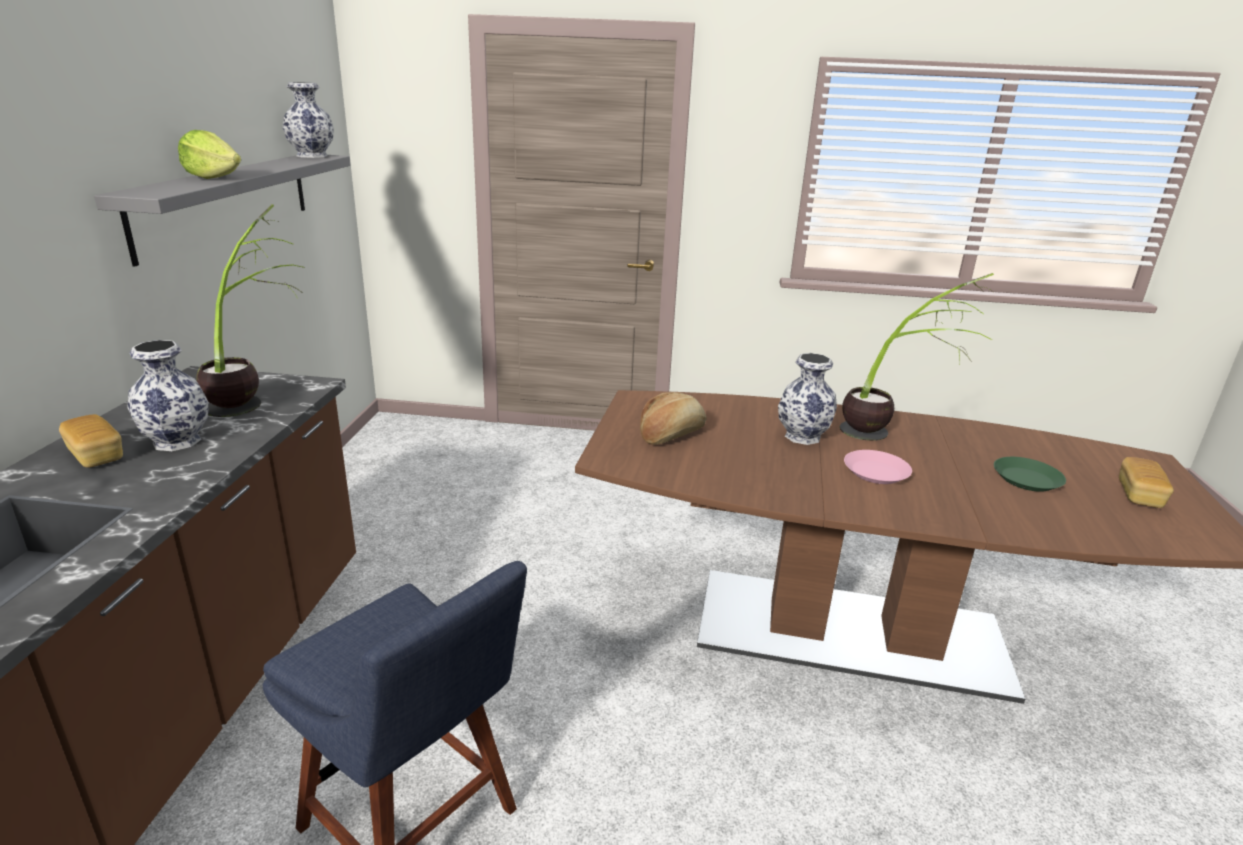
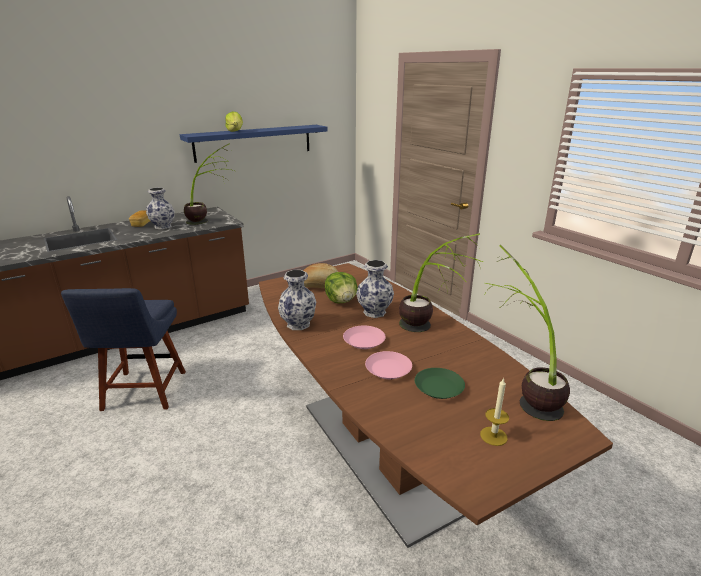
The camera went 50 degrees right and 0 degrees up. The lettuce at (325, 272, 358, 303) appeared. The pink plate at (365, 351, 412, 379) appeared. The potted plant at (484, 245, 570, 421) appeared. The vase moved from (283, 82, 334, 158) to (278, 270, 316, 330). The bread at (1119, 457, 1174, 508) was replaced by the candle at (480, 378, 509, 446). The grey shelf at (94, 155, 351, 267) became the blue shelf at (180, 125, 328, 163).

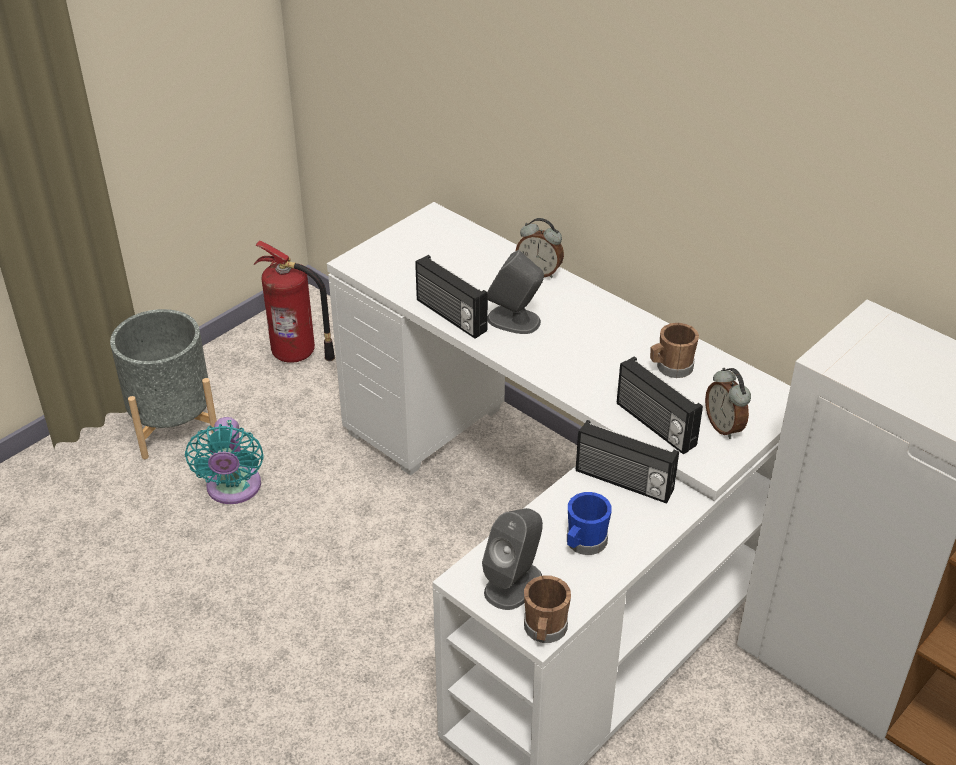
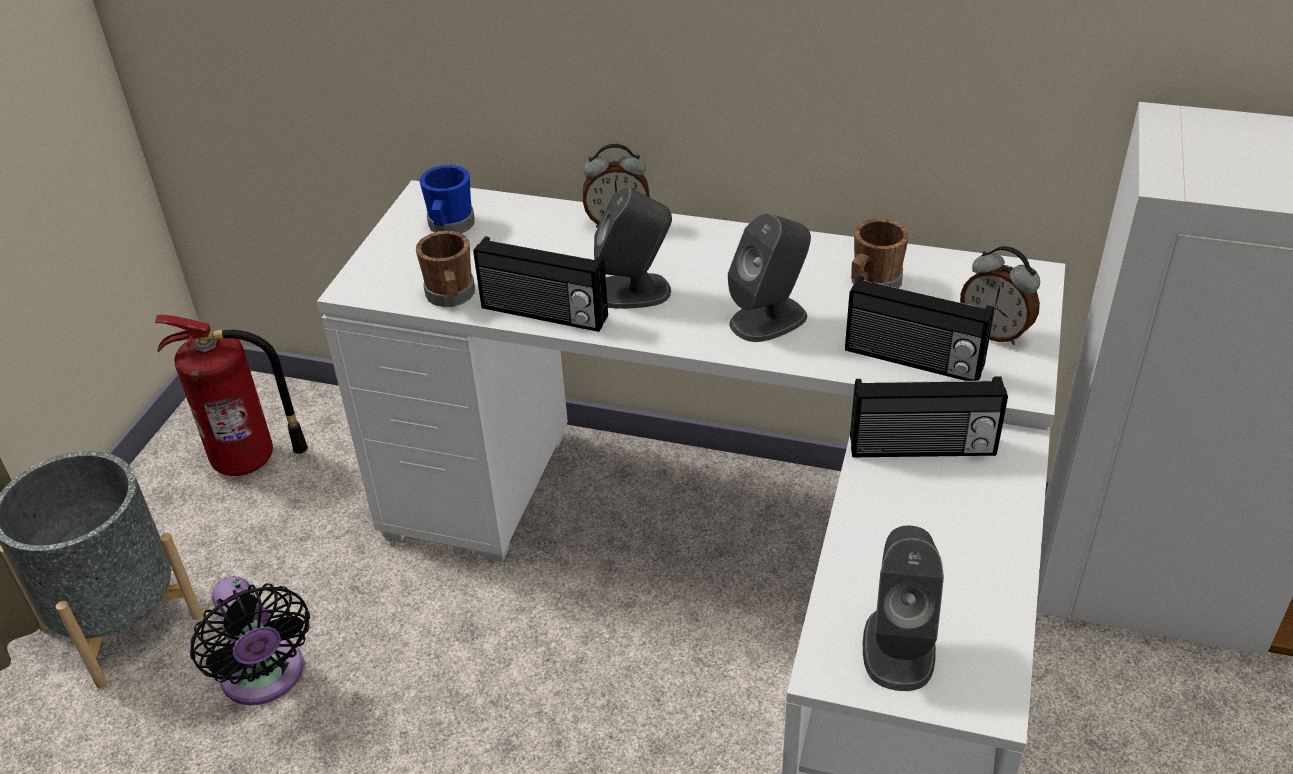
The camera went 25 degrees left and 0 degrees up. The grey speaker at (728, 213, 811, 342) appeared. The brown mug moved from (524, 576, 571, 643) to (416, 231, 475, 307). The blue mug moved from (567, 492, 612, 555) to (420, 165, 475, 234). The turquoise fan at (185, 417, 264, 504) became the black fan at (190, 576, 310, 705).

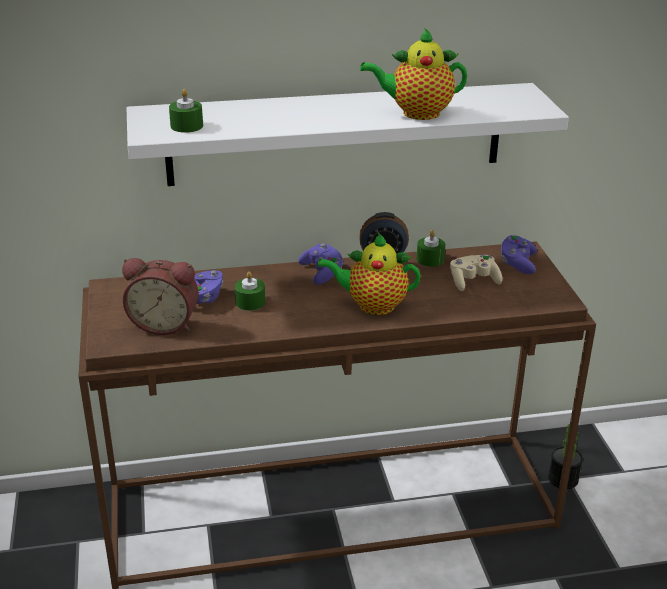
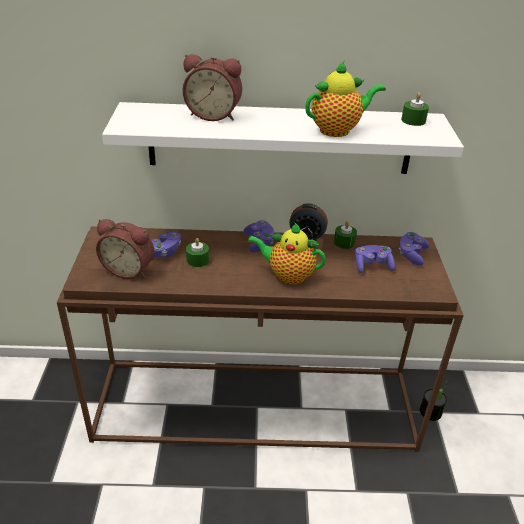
The camera went 10 degrees right and 5 degrees up. The alarm clock at (183, 54, 242, 121) appeared. The green candle moved from (169, 89, 203, 133) to (401, 93, 429, 126). The beige game controller at (450, 255, 503, 291) became the purple game controller at (355, 245, 395, 273). The teapot at (360, 28, 467, 120) turned 150 degrees clockwise.

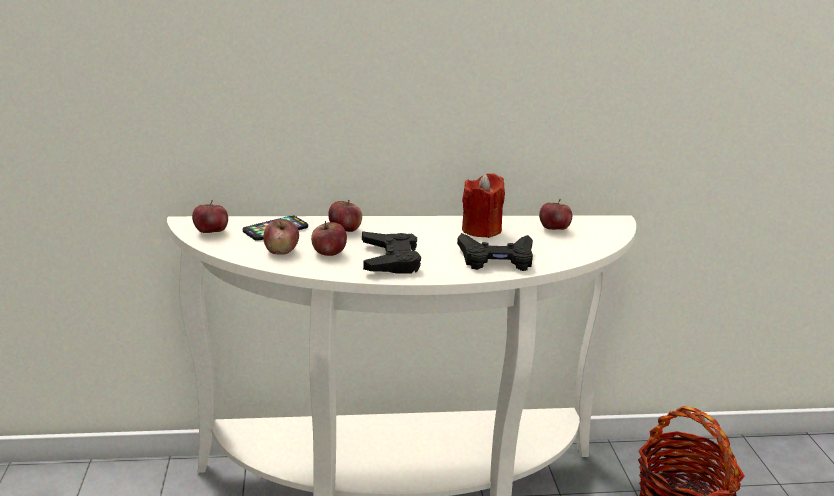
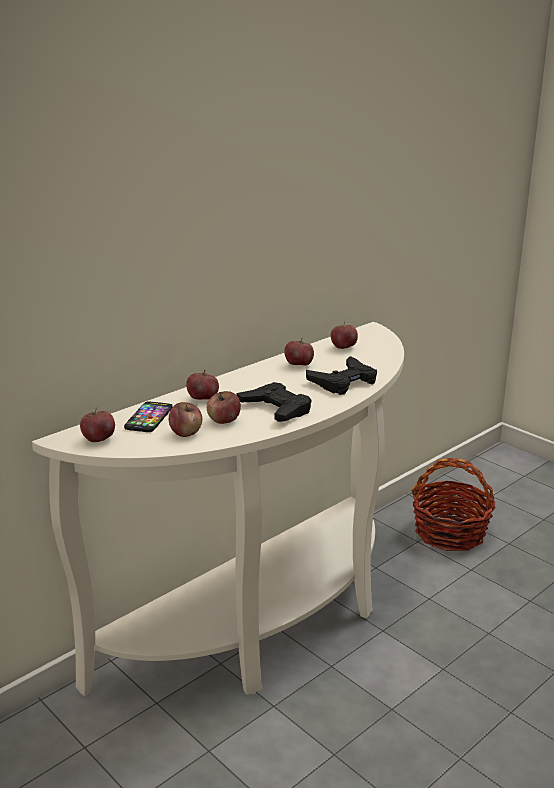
The camera went 35 degrees left and 0 degrees up. The red candle at (462, 173, 505, 238) was replaced by the apple at (284, 338, 314, 366).

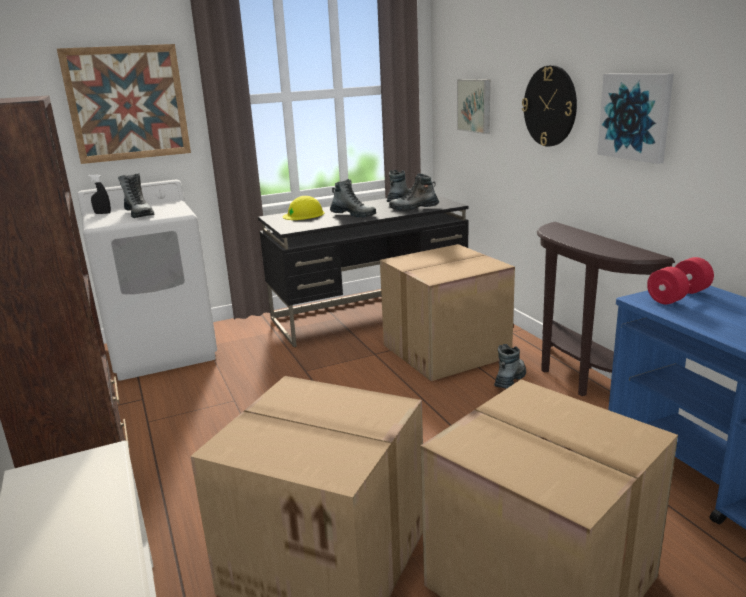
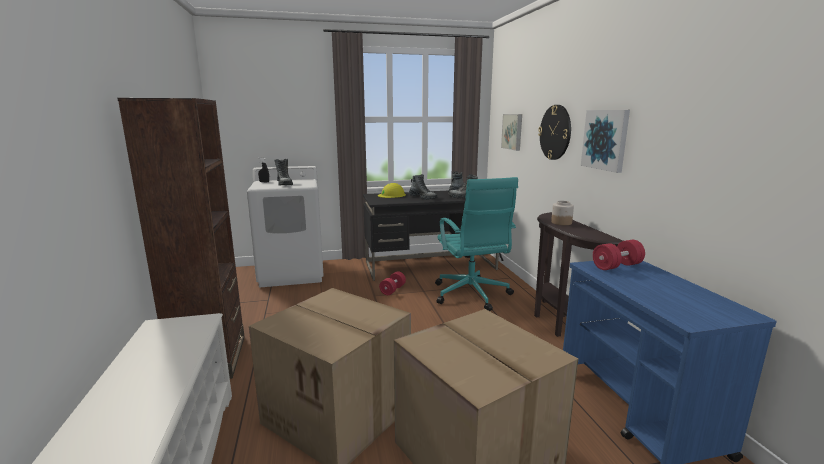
The camera went 10 degrees right and 5 degrees down. The picture at (57, 44, 191, 164) disappeared. The boot at (494, 344, 526, 389) disappeared. The red dumbbell at (379, 271, 406, 295) appeared. The jar at (551, 201, 574, 225) appeared. The cardboard box at (380, 244, 515, 381) was replaced by the turquoise office chair at (435, 177, 518, 311).

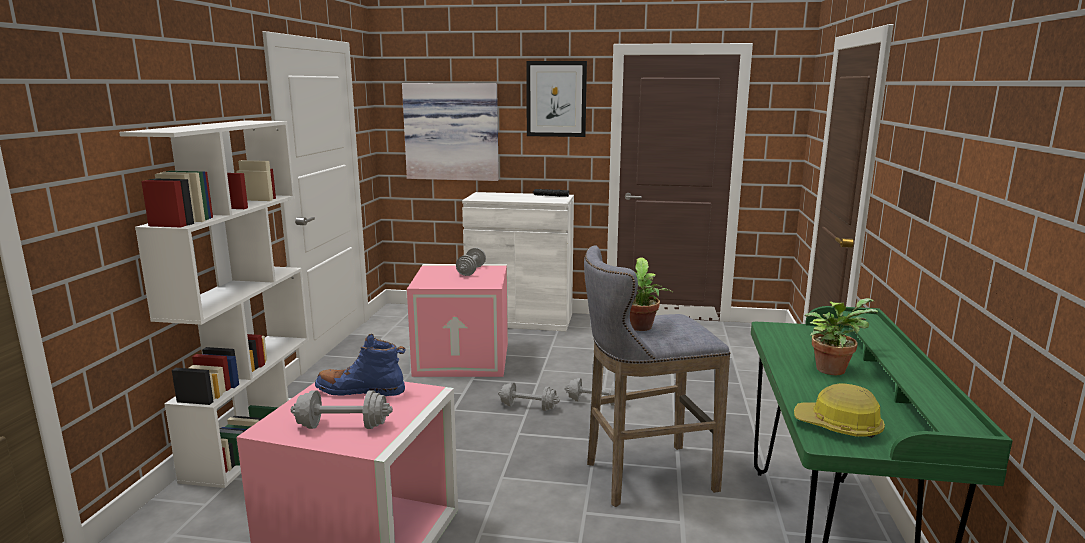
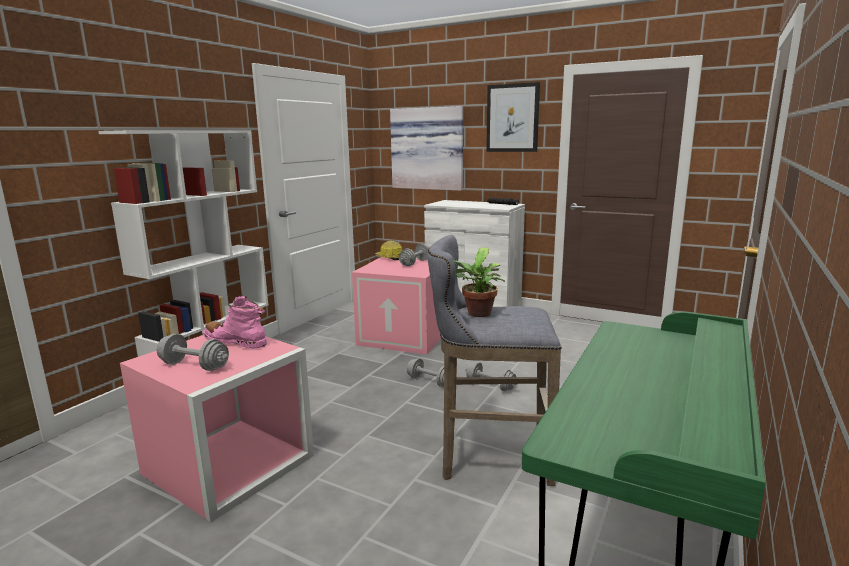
The camera went 20 degrees right and 0 degrees up. The potted plant at (804, 298, 878, 375) disappeared. The hard hat moved from (794, 384, 885, 438) to (375, 241, 402, 260). The blue boot at (315, 334, 406, 396) became the pink boot at (203, 295, 267, 349).

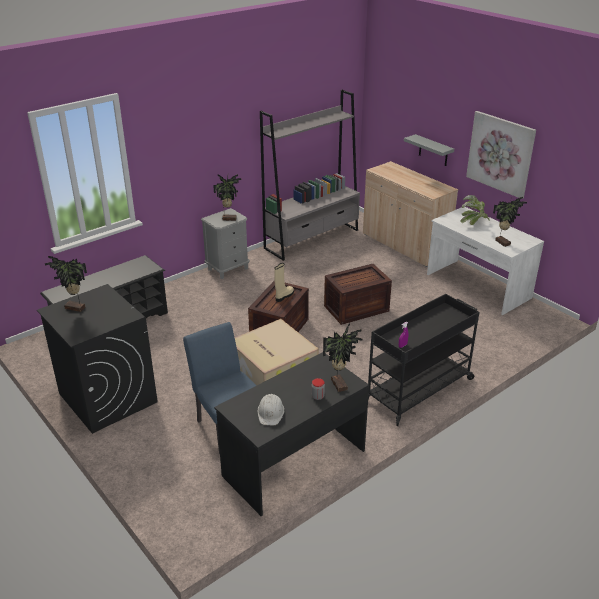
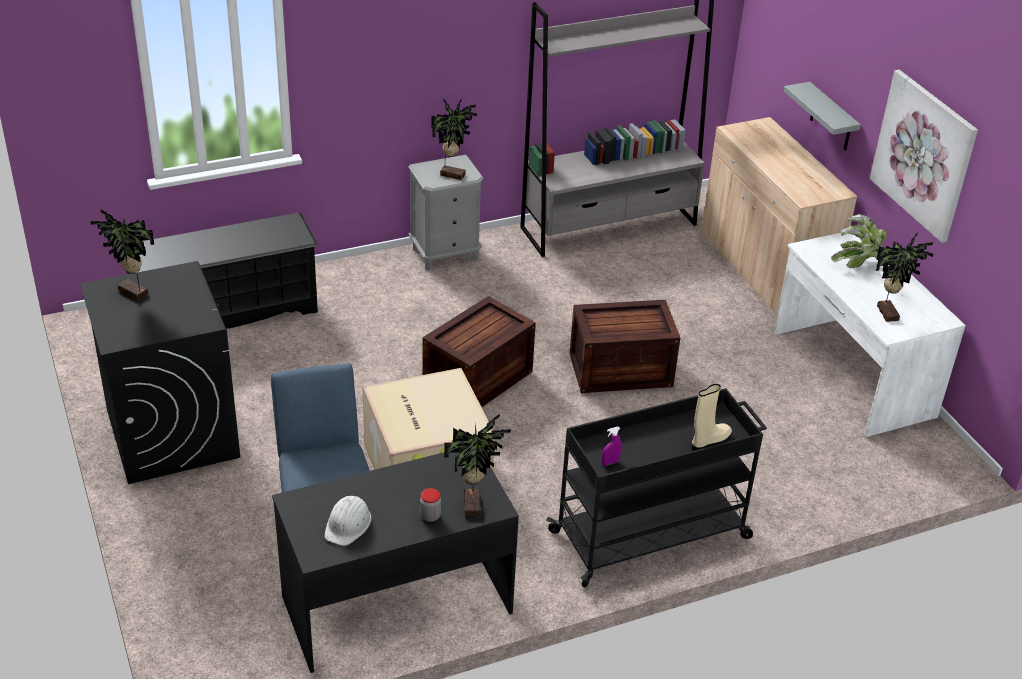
The camera went 15 degrees right and 5 degrees up. The beige boot moved from (274, 263, 294, 302) to (692, 384, 732, 451).

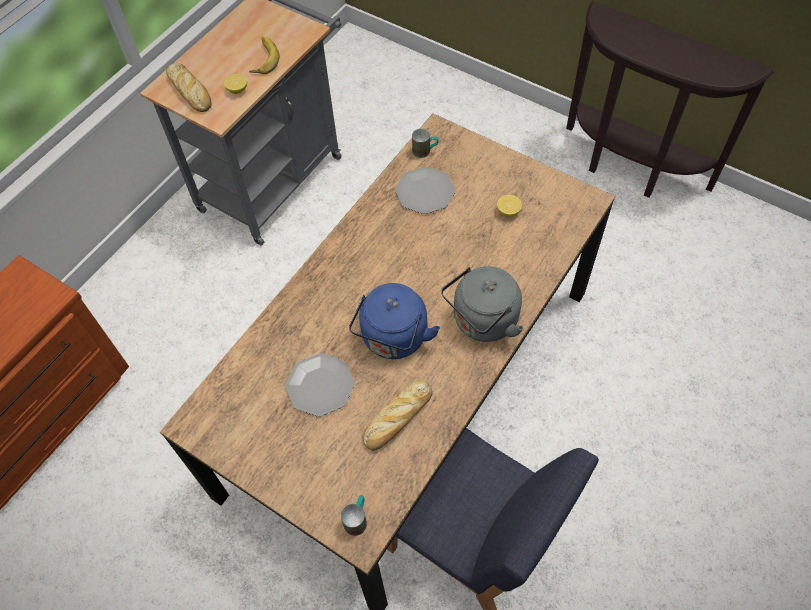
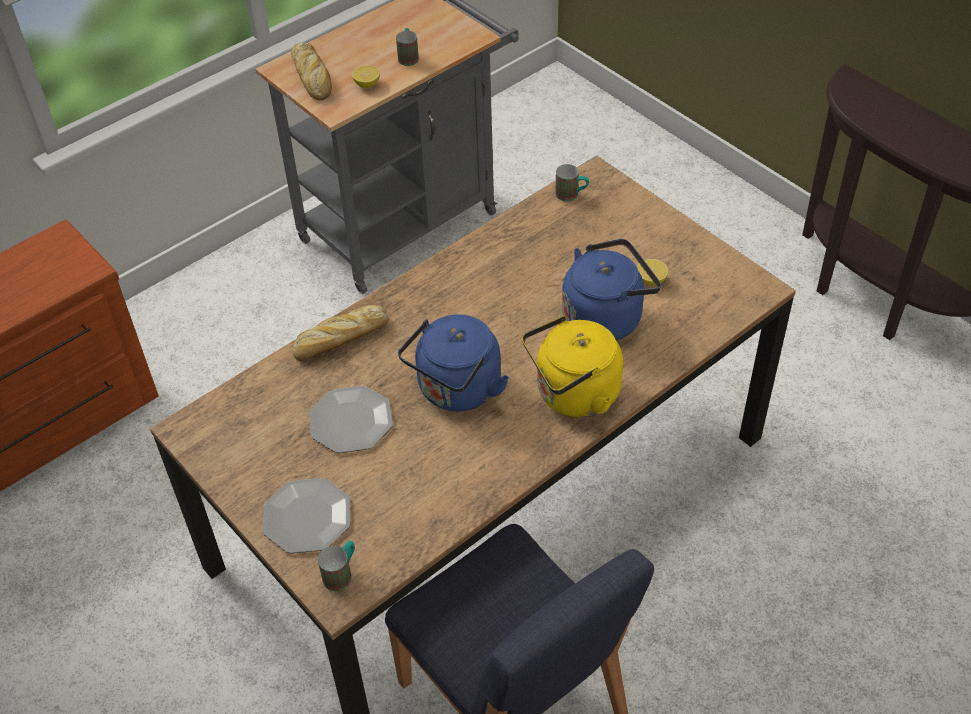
The camera went 15 degrees right and 10 degrees down. The blue kettle at (562, 239, 661, 341) appeared. The bread moved from (363, 380, 433, 451) to (293, 305, 389, 361). The plate moved from (395, 167, 455, 214) to (263, 478, 351, 554). The banana at (249, 36, 280, 74) was replaced by the mug at (396, 28, 419, 66). The grey kettle at (441, 266, 524, 342) became the yellow kettle at (522, 315, 623, 418).

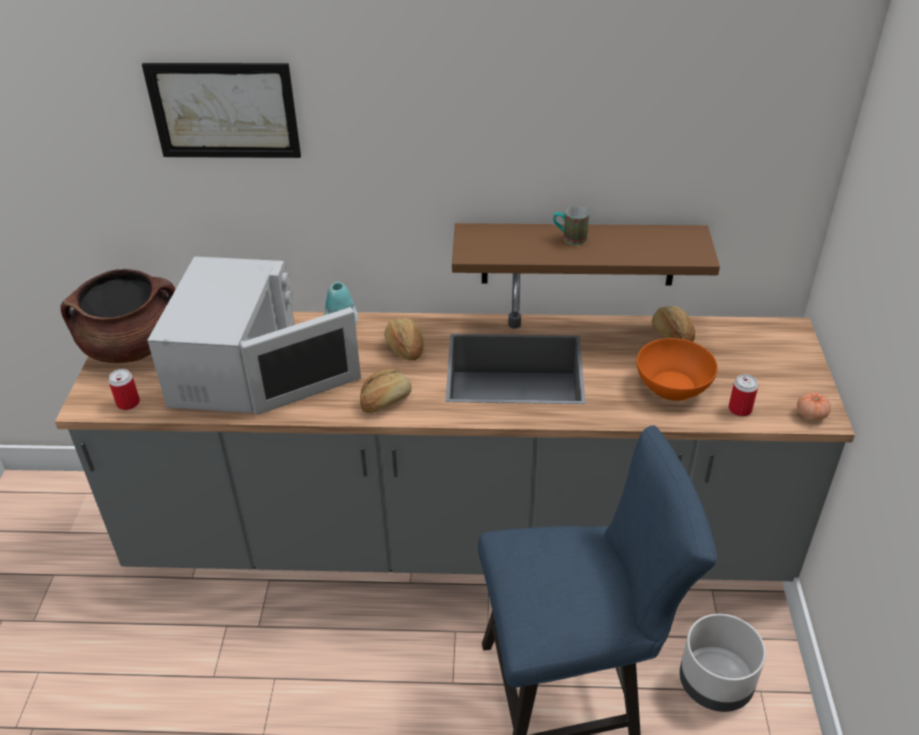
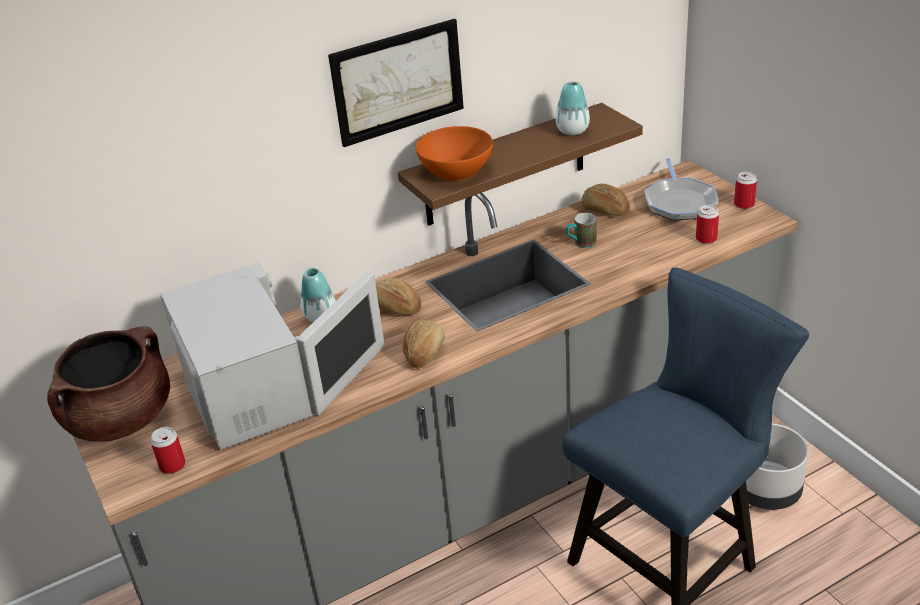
The camera went 30 degrees left and 5 degrees down. The tomato at (797, 392, 831, 421) disappeared. The vase at (556, 82, 590, 135) appeared. The frying pan at (644, 158, 719, 220) appeared. The can at (734, 172, 757, 209) appeared. The picture moved from (142, 63, 301, 158) to (328, 19, 464, 147). The mug moved from (553, 206, 589, 245) to (566, 213, 597, 248). The orange bowl moved from (637, 338, 718, 401) to (416, 126, 493, 181).

